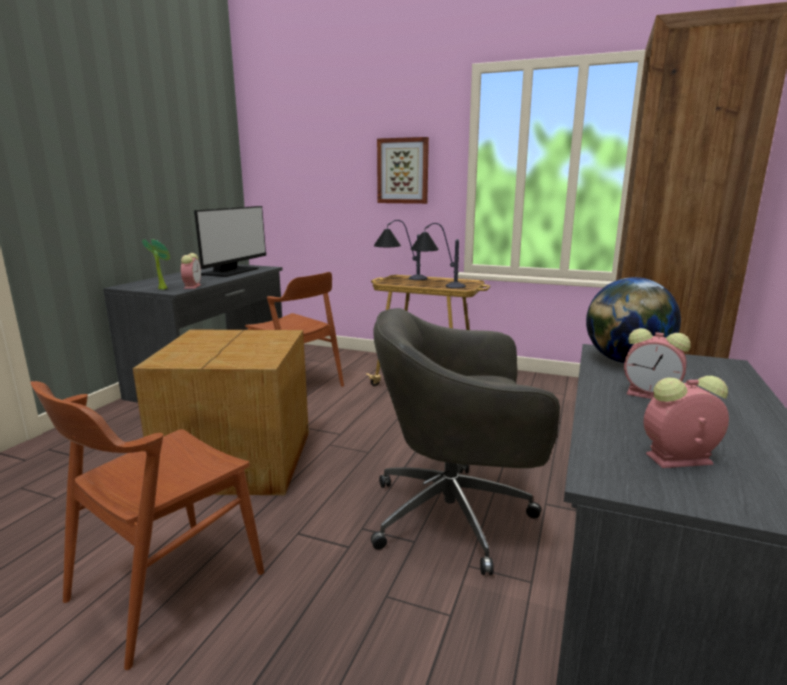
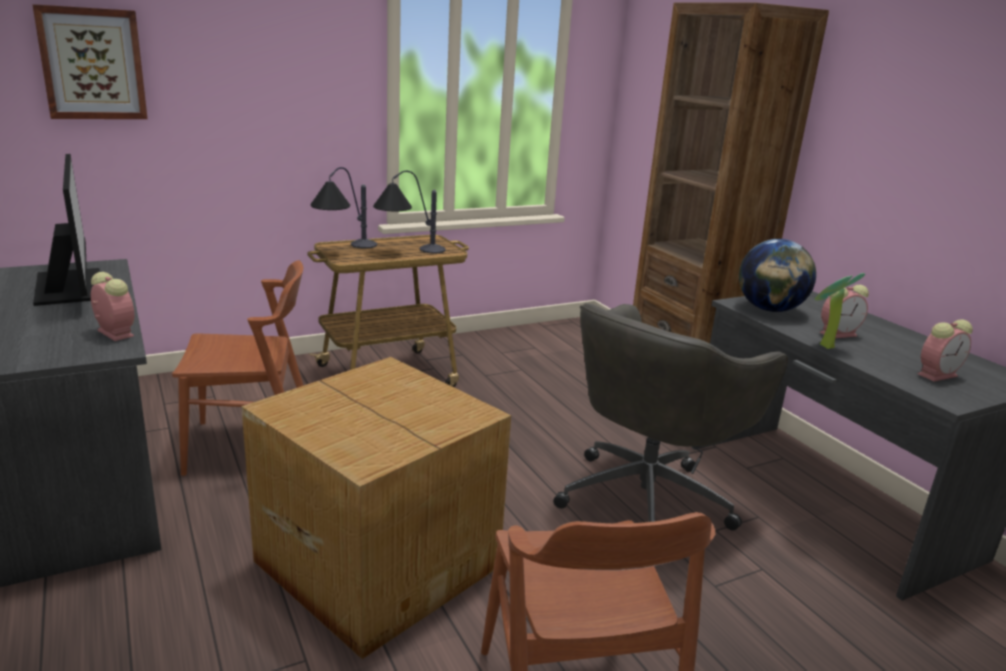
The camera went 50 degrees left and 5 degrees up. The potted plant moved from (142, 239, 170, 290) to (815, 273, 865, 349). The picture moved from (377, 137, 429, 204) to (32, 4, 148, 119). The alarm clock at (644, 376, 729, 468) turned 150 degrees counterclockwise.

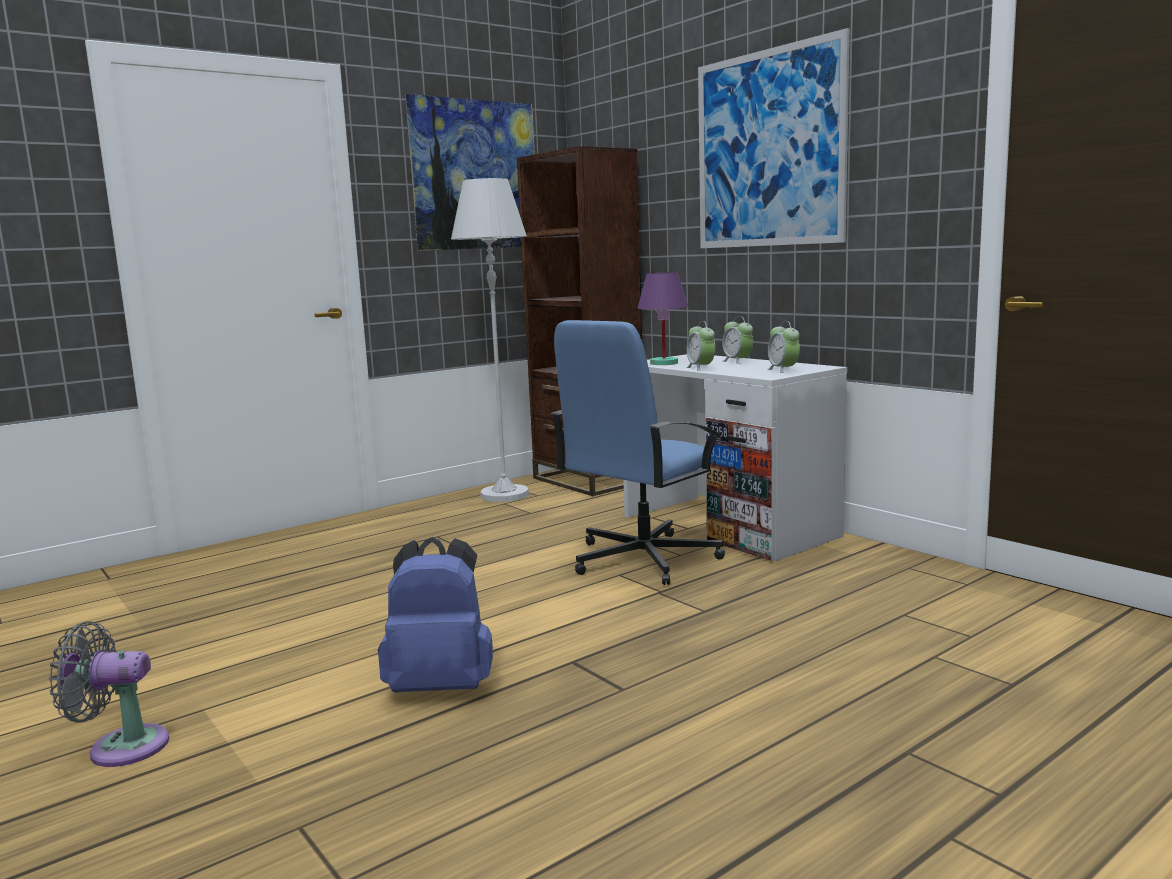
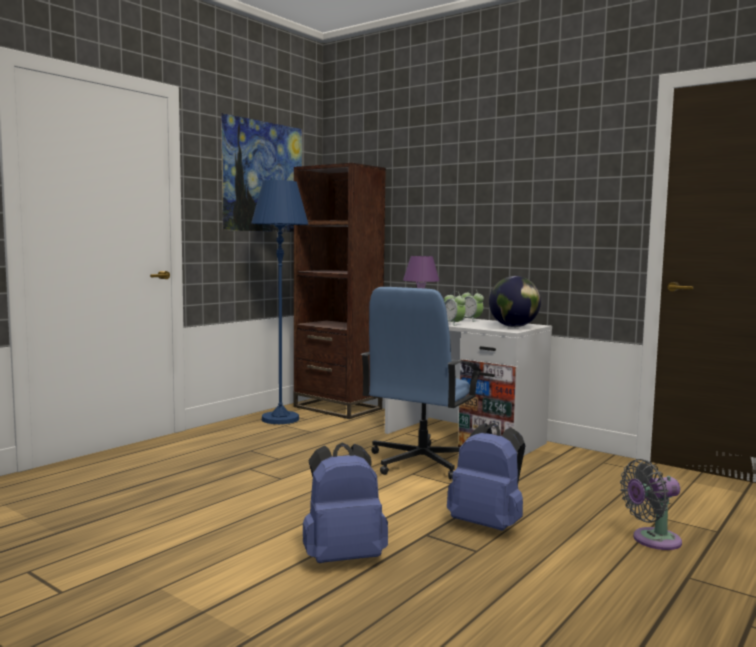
The camera went 15 degrees left and 5 degrees down. The picture at (698, 28, 850, 248) disappeared. The blue backpack at (447, 423, 525, 531) appeared. The grey fan moved from (49, 621, 169, 767) to (620, 459, 682, 550). The alarm clock at (767, 321, 800, 373) was replaced by the globe at (489, 276, 541, 327). The white floor lamp at (451, 178, 529, 502) became the blue floor lamp at (251, 180, 309, 424).

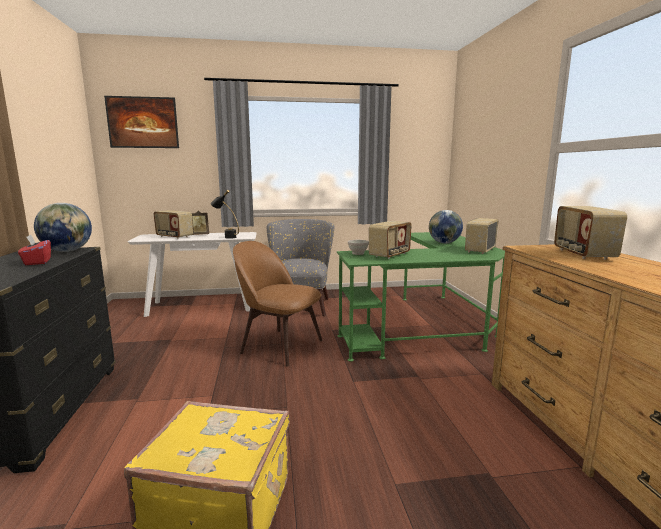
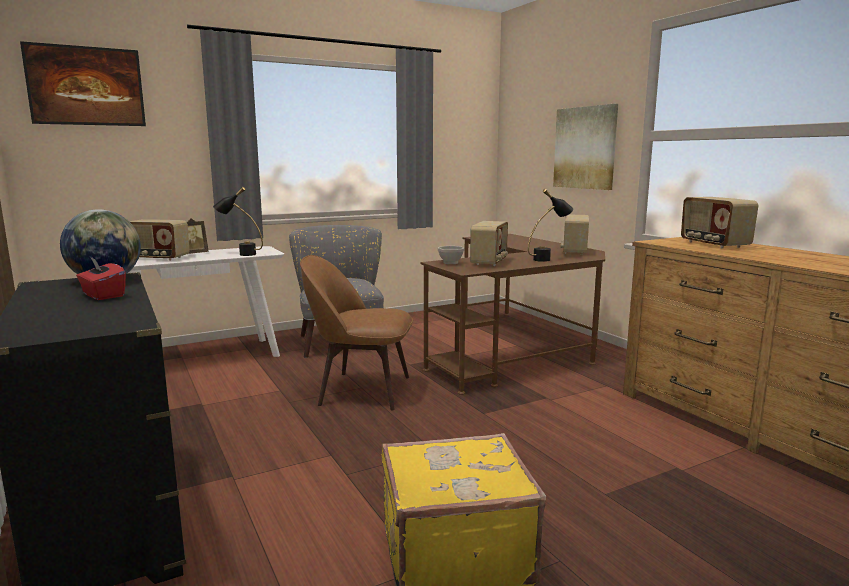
The camera went 20 degrees left and 0 degrees up. The globe at (429, 210, 463, 243) disappeared. The black table lamp at (528, 189, 573, 262) appeared. The picture at (553, 104, 618, 190) appeared. The green desk at (337, 232, 505, 362) became the brown desk at (420, 234, 605, 395).

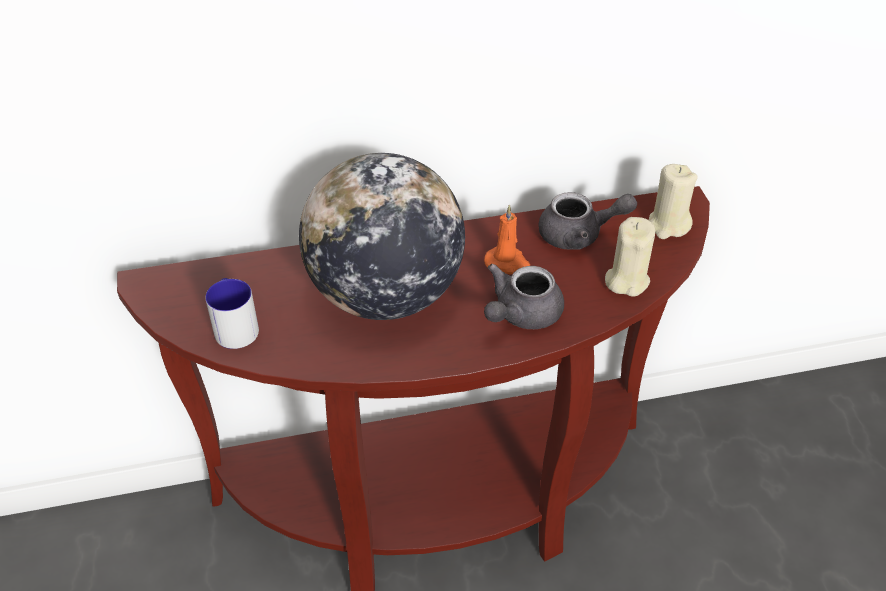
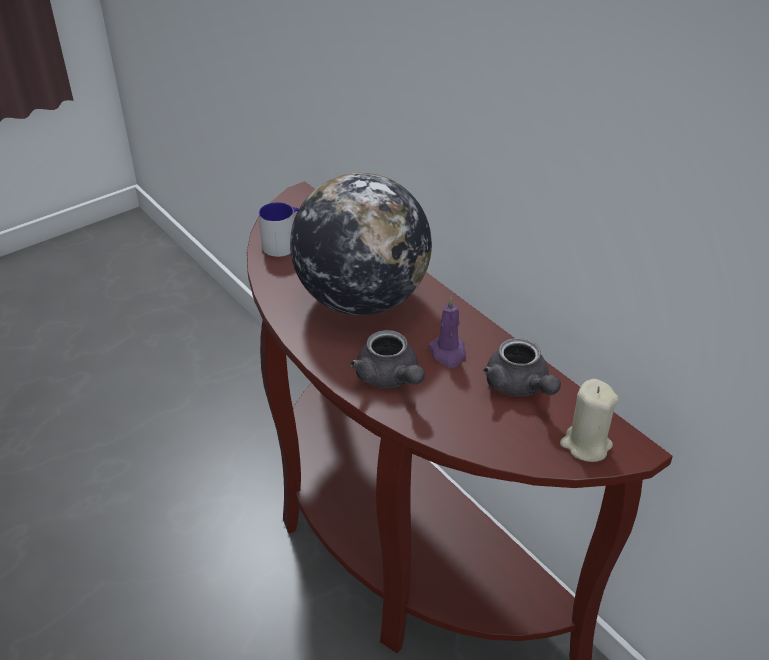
The camera went 65 degrees right and 5 degrees down. The beige candle at (605, 217, 655, 297) disappeared. The orange candle at (484, 205, 530, 274) became the purple candle at (428, 296, 466, 368). The grey teapot at (484, 264, 564, 329) turned 135 degrees counterclockwise.

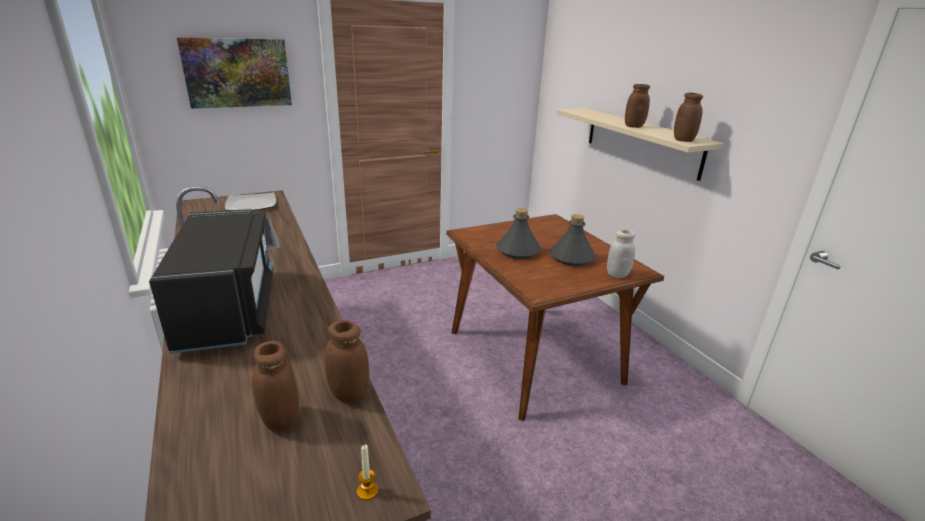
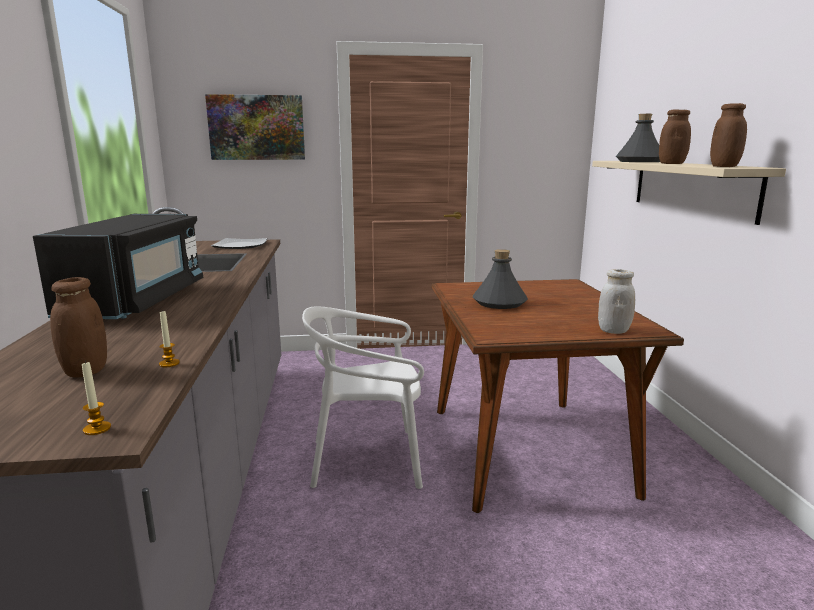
The camera went 20 degrees right and 10 degrees down. The white chair at (302, 306, 424, 489) appeared. The grey bottle moved from (550, 214, 596, 266) to (616, 114, 660, 162). The brown jar at (325, 320, 369, 404) was replaced by the candle at (159, 310, 180, 367).

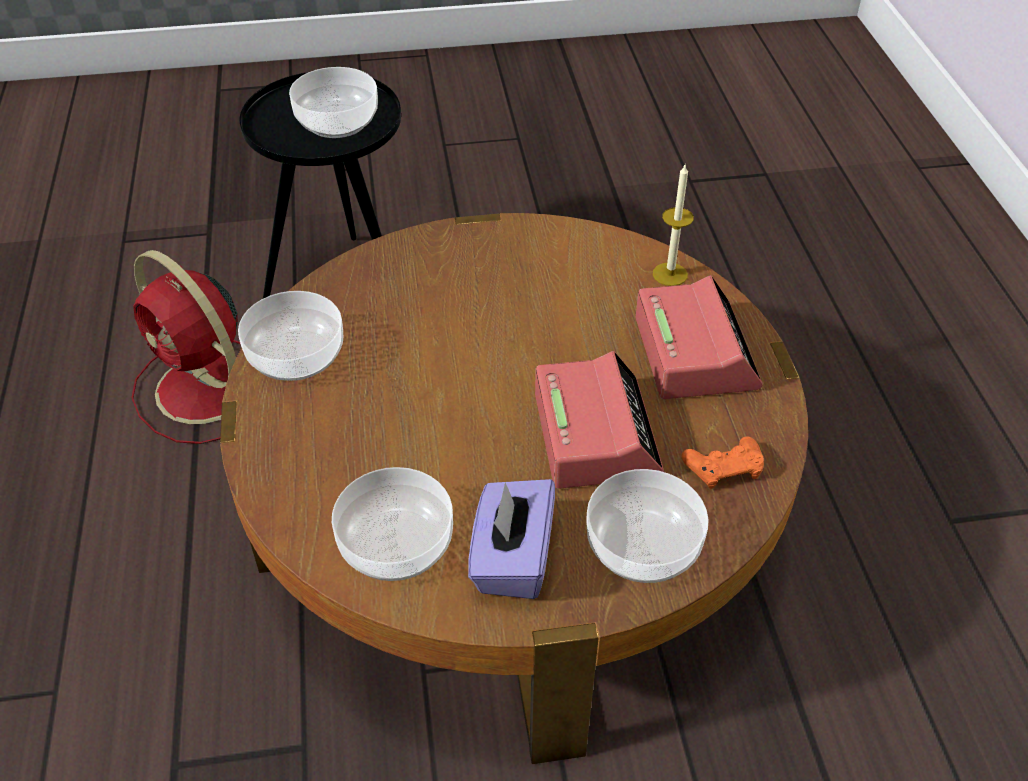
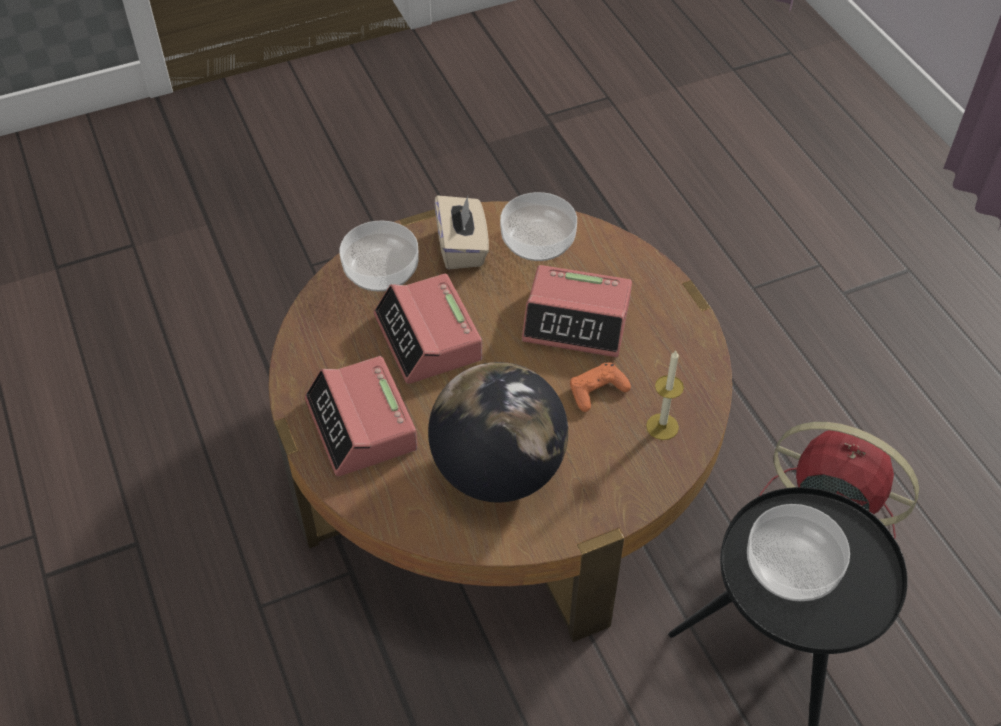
The camera went 165 degrees right and 5 degrees up. The bowl at (238, 291, 343, 381) disappeared. The globe at (428, 362, 568, 502) appeared. The alarm clock at (522, 265, 632, 357) appeared. The candle moved from (653, 163, 694, 286) to (646, 351, 684, 440). The orange game controller moved from (681, 436, 764, 489) to (570, 362, 631, 412). The purple tissue box at (468, 479, 555, 599) became the beige tissue box at (435, 195, 489, 269).

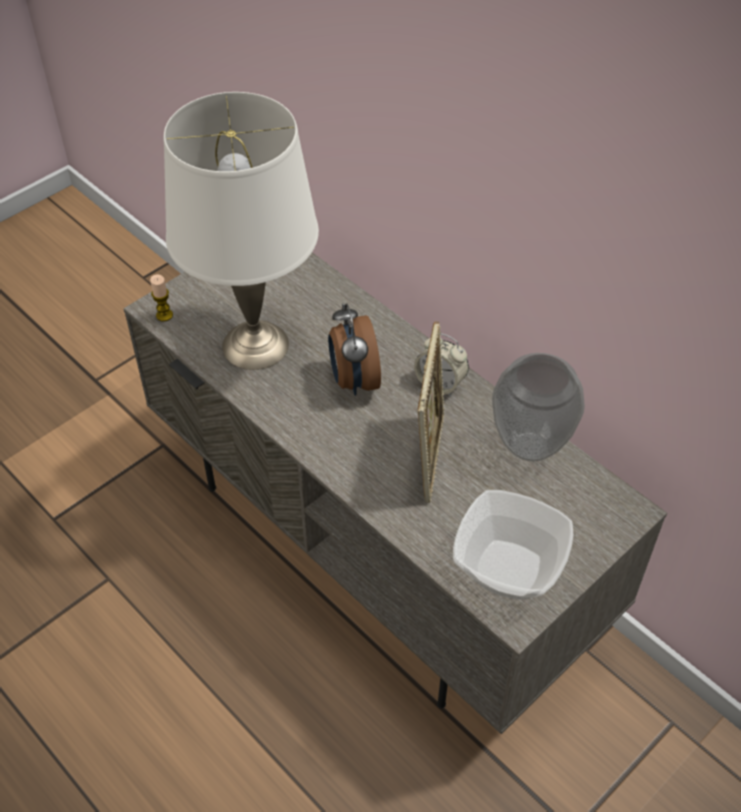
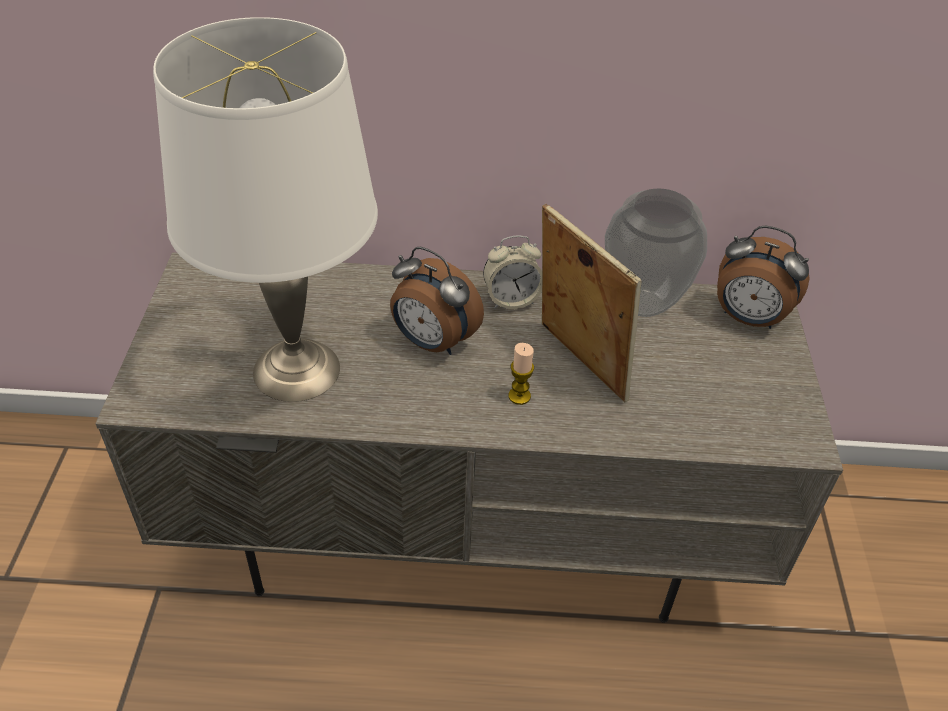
The camera went 45 degrees left and 5 degrees down. The bowl at (453, 490, 574, 600) disappeared. The alarm clock at (717, 226, 810, 329) appeared. The candle moved from (150, 275, 173, 321) to (508, 343, 534, 405).

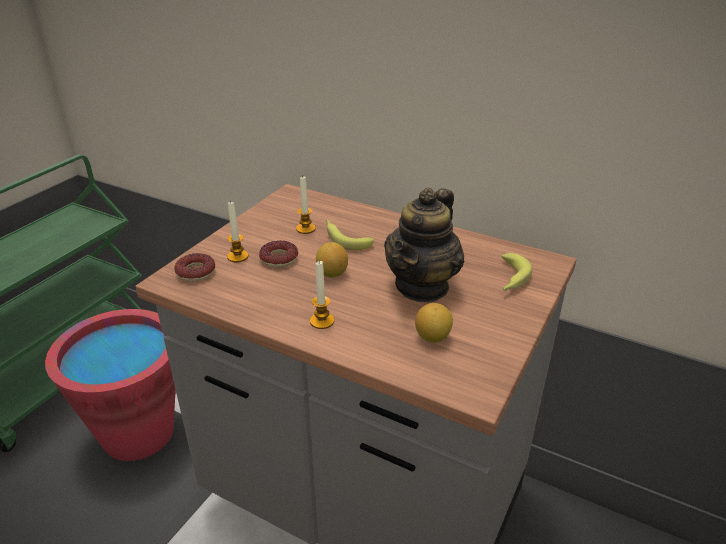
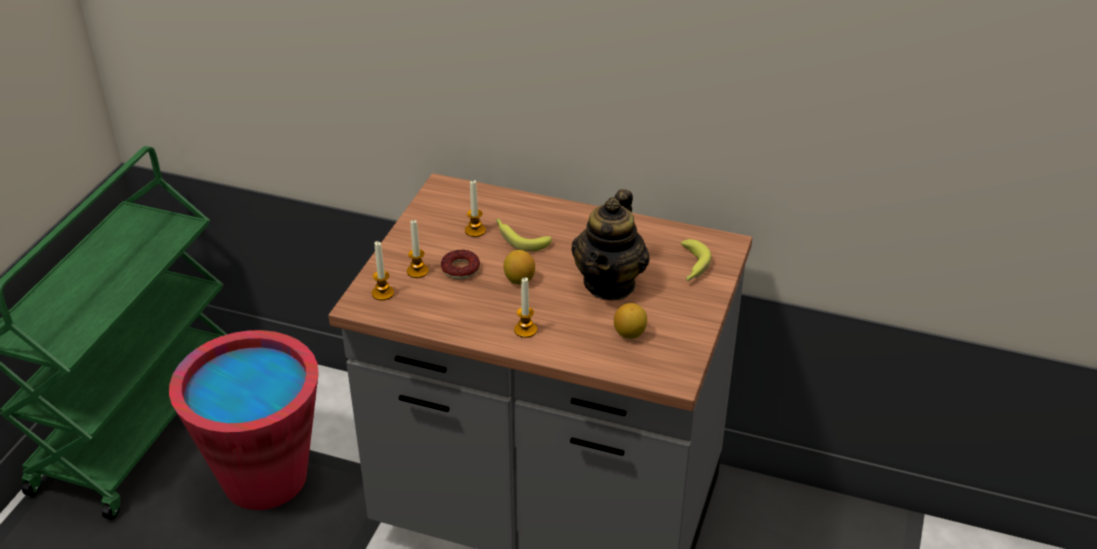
The camera went 10 degrees left and 5 degrees up. The donut at (174, 253, 215, 282) was replaced by the candle at (372, 241, 394, 301).

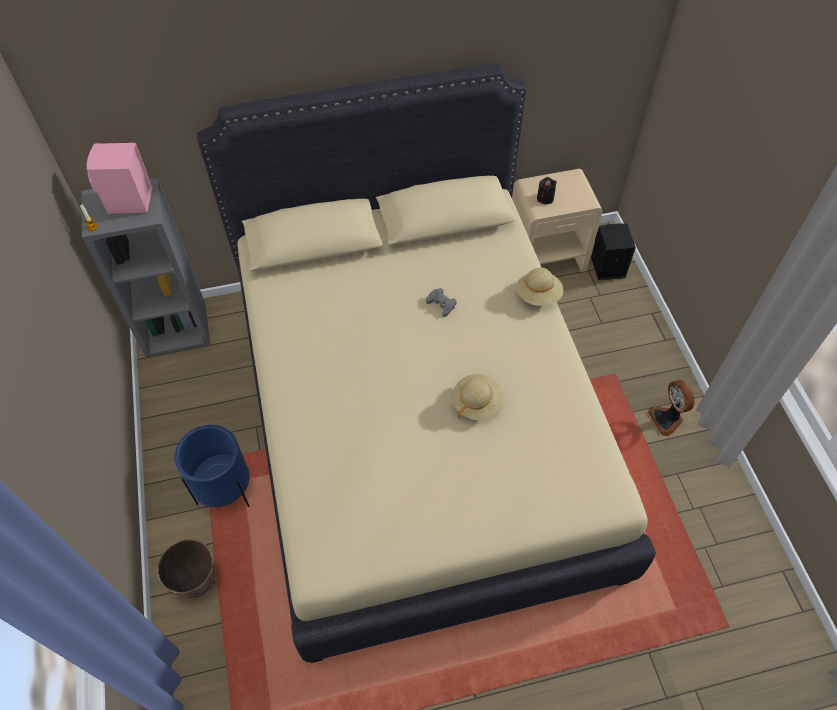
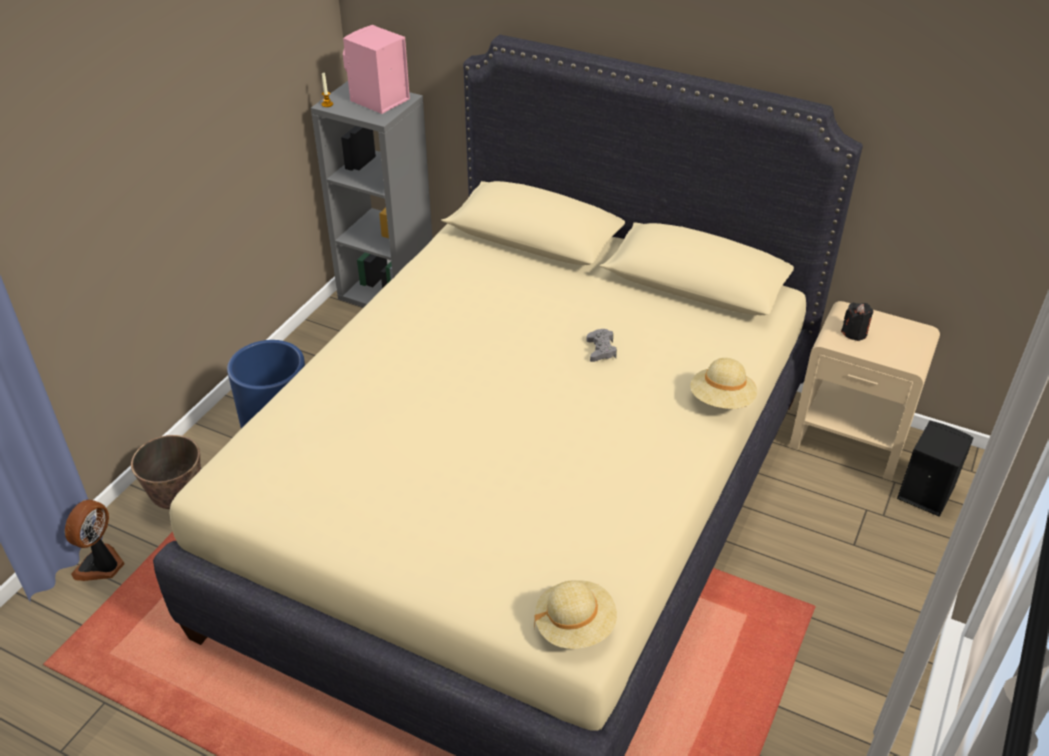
The camera went 40 degrees right and 15 degrees down. The beige hat moved from (452, 374, 503, 420) to (534, 580, 617, 649). The fan moved from (648, 380, 695, 436) to (65, 499, 125, 581).

